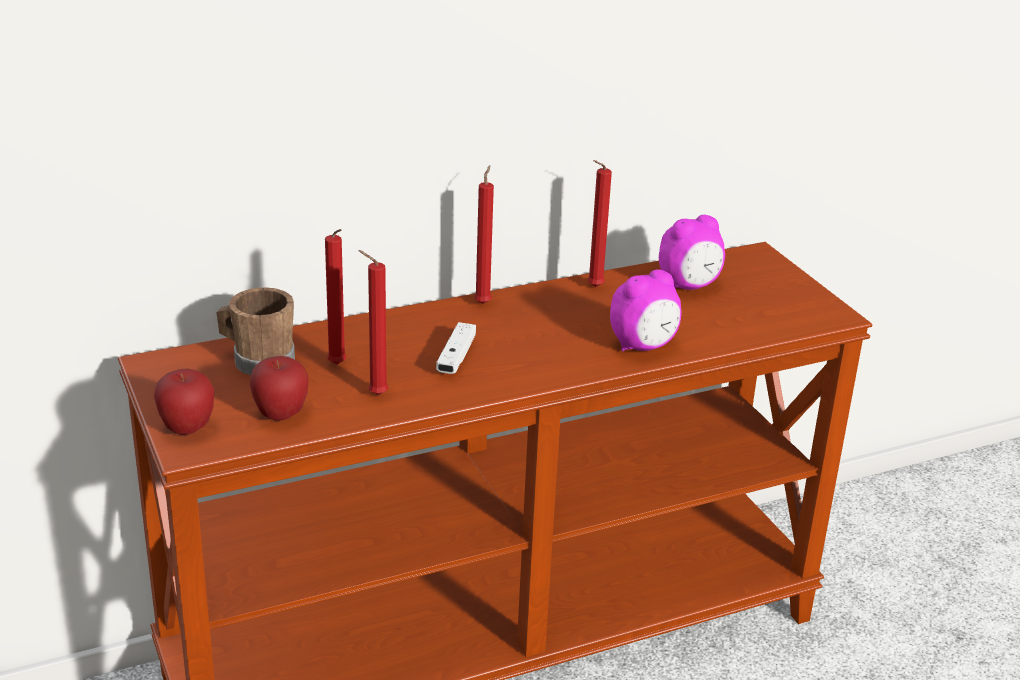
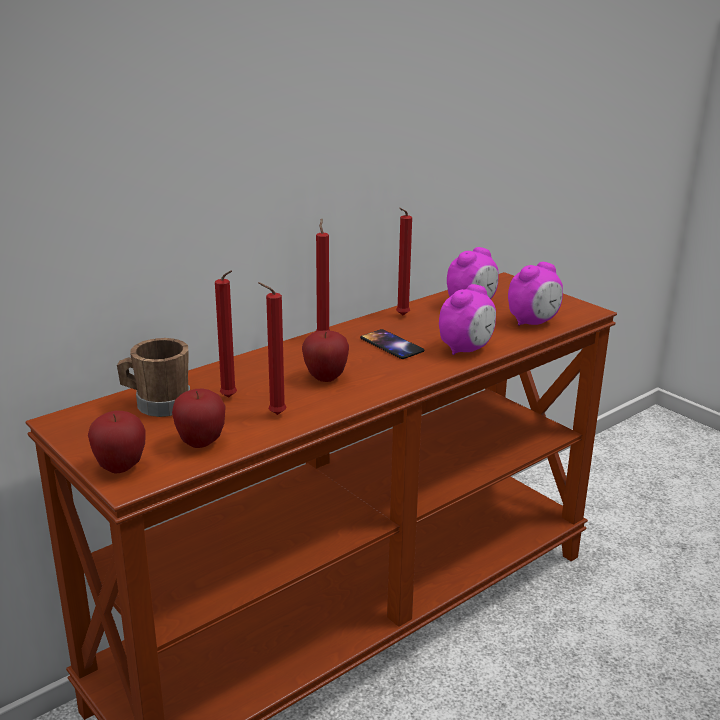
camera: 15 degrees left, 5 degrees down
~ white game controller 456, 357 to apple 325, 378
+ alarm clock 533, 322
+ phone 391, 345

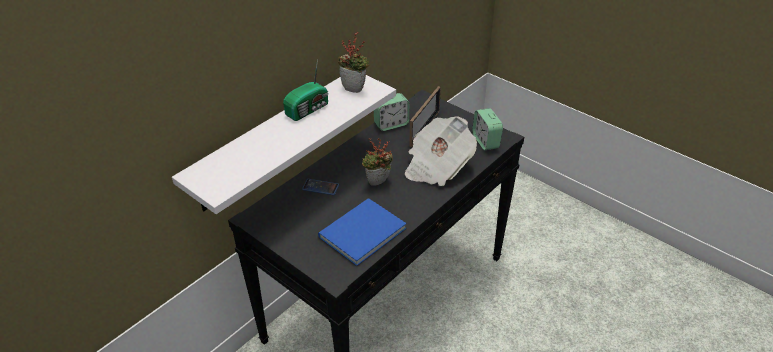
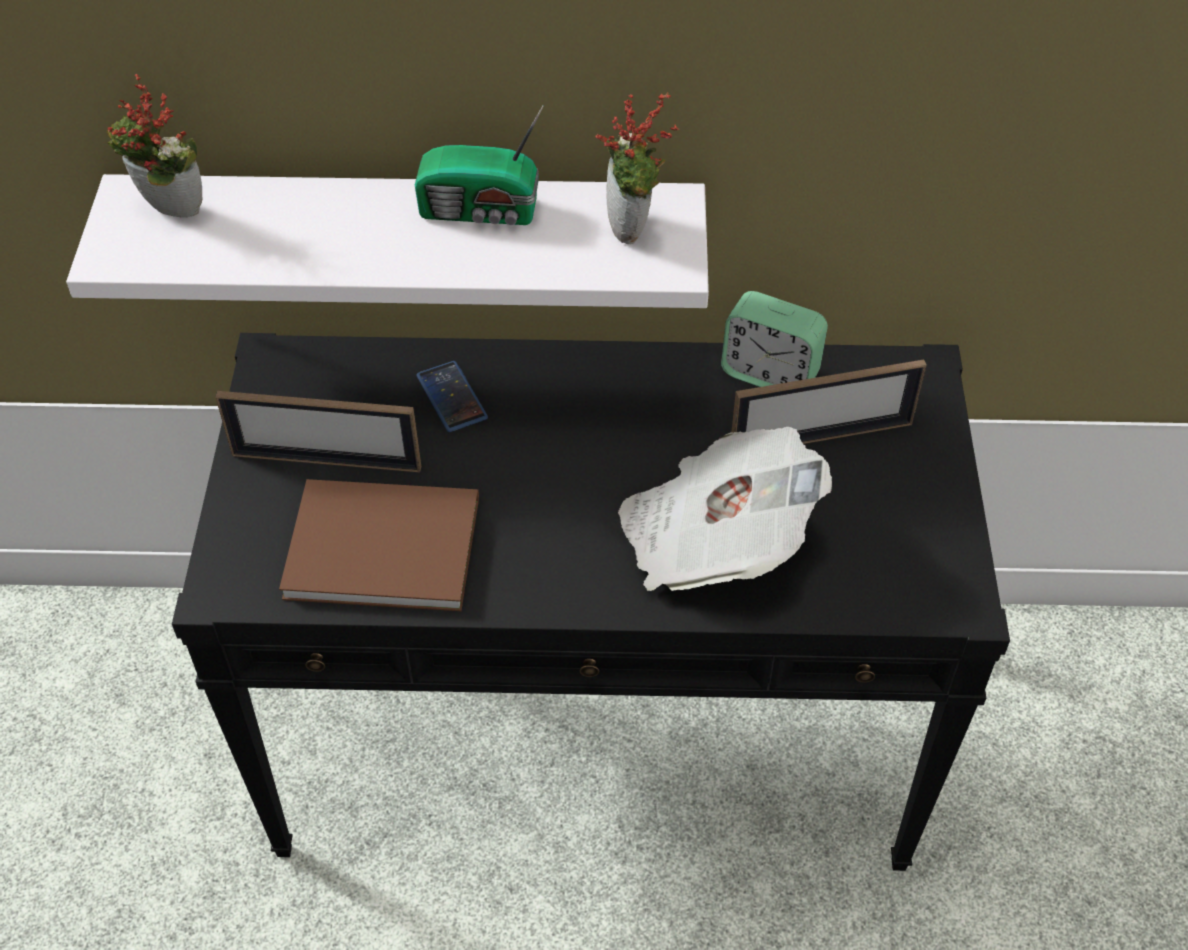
camera: 50 degrees right, 10 degrees up
- alarm clock 485, 141
~ potted plant 378, 184 to 168, 213
~ blue book 359, 233 to brown book 378, 543
+ picture frame 326, 461

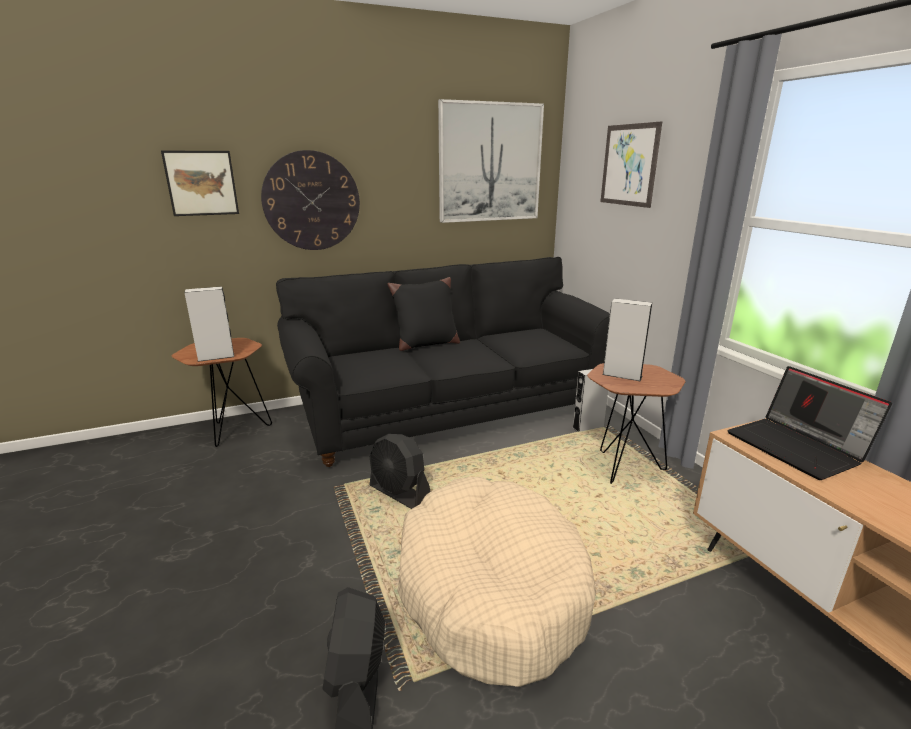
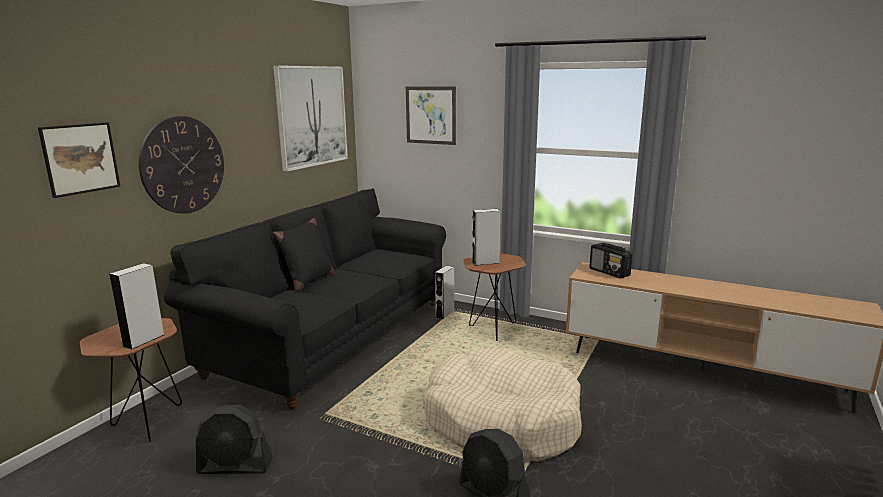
camera: 40 degrees left, 5 degrees down
~ laptop 797, 447 to radio 609, 272
~ black fan 400, 494 to 235, 466

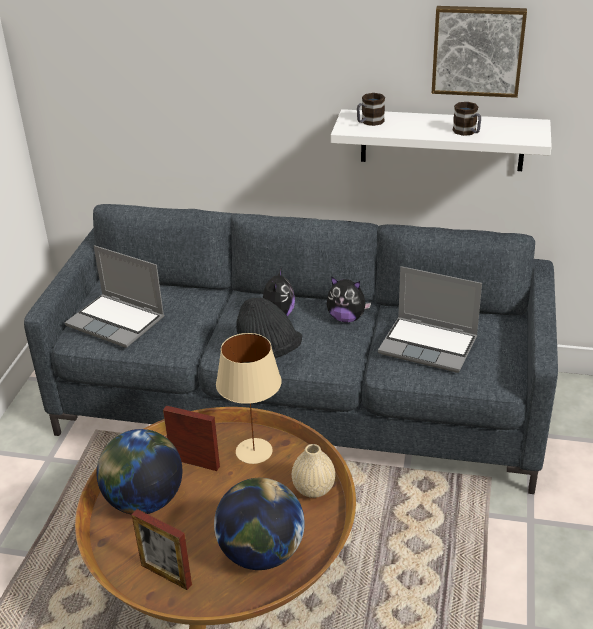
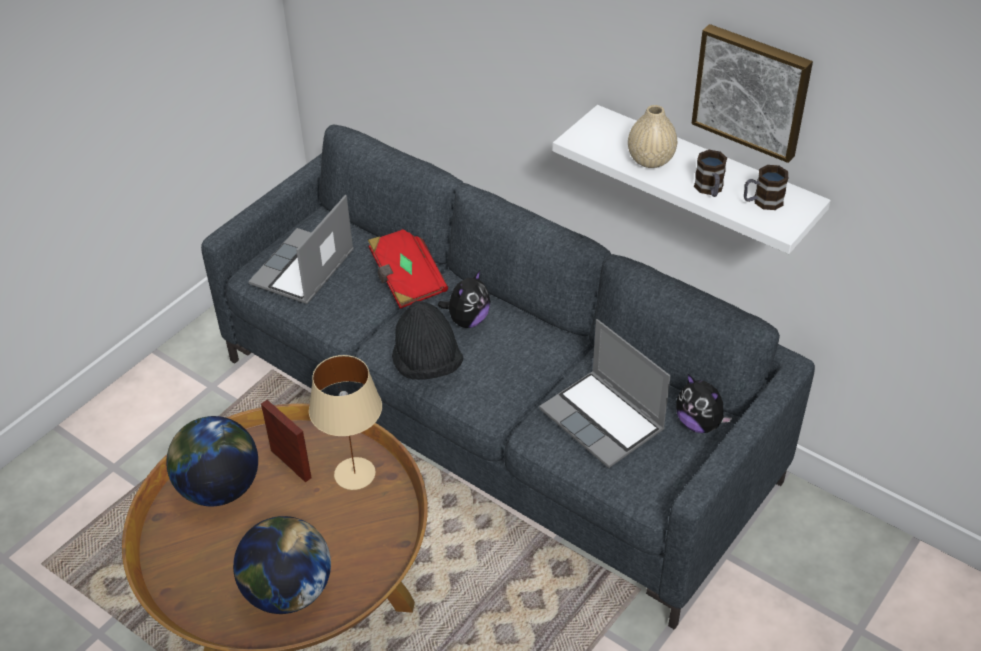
camera: 25 degrees right, 10 degrees up
~ mug 369, 122 to 762, 202
~ laptop 117, 322 = 303, 270 60 degrees clockwise
~ plush toy 346, 318 to 699, 423
~ beige vase 314, 488 to 650, 160
- picture frame 166, 575
+ red book 407, 279

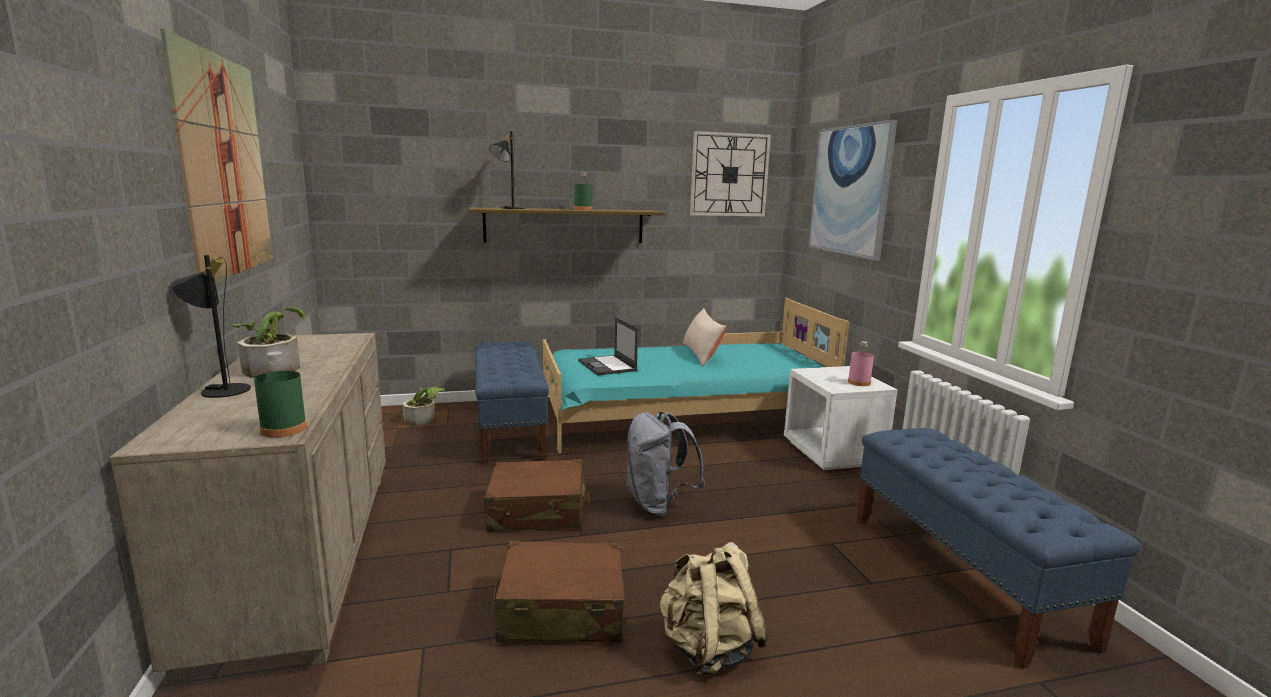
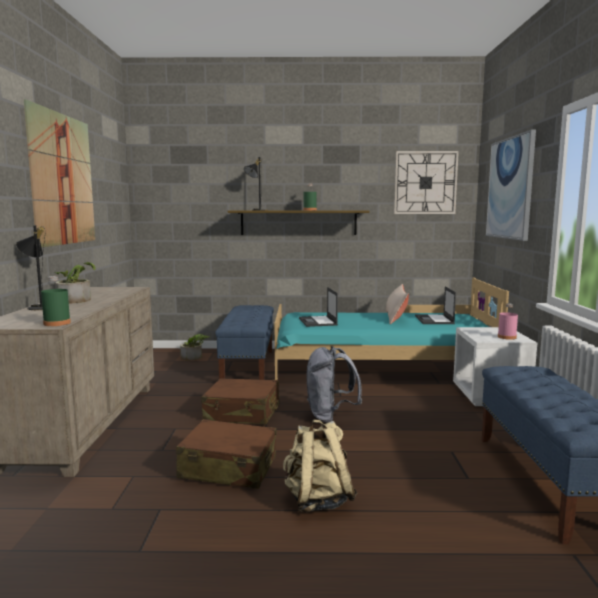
camera: 15 degrees right, 5 degrees down
+ laptop 434, 320

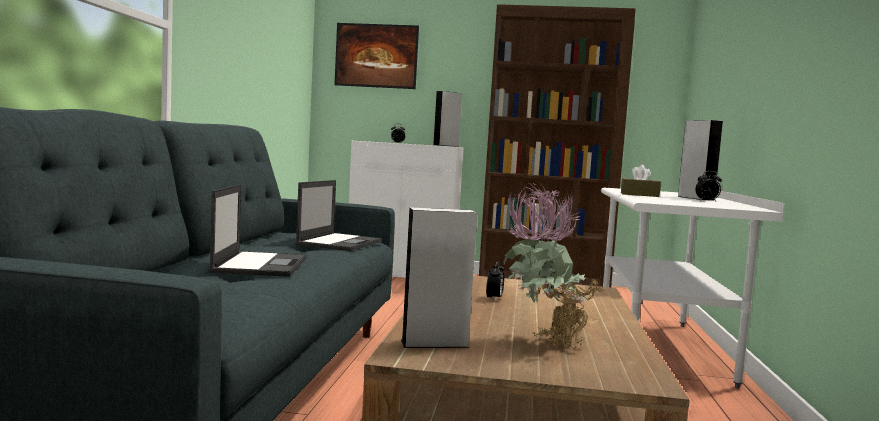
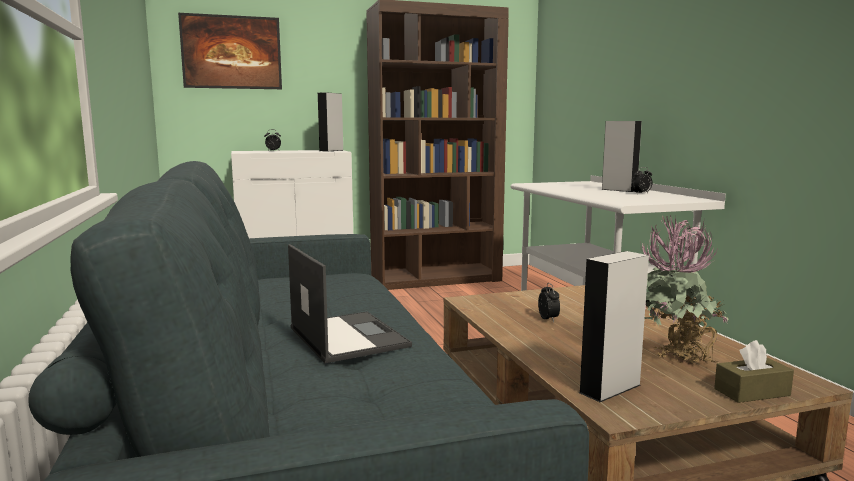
camera: 25 degrees left, 5 degrees up
~ brown tissue box 639, 195 to 752, 392
- laptop 340, 242

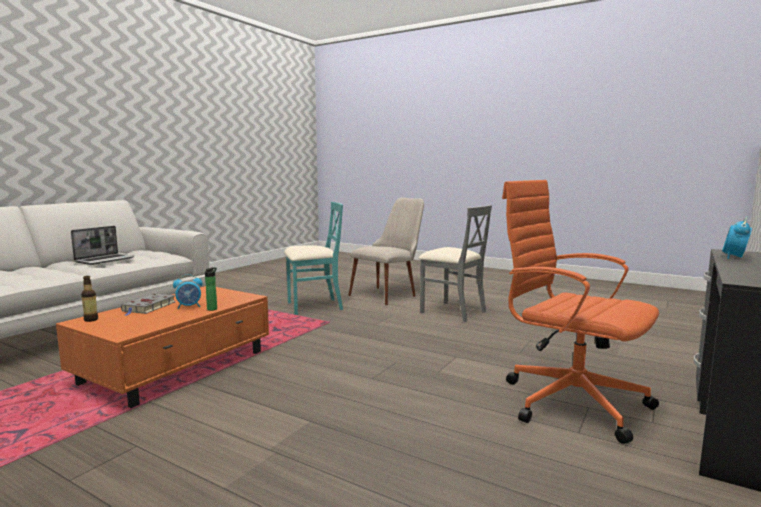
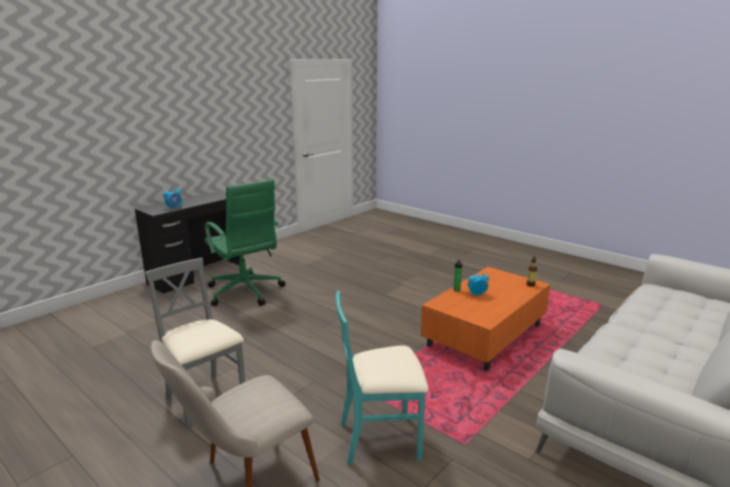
camera: 170 degrees left, 10 degrees up
~ orange office chair 570, 401 to green office chair 245, 292
- laptop 105, 260
- grey book 148, 307

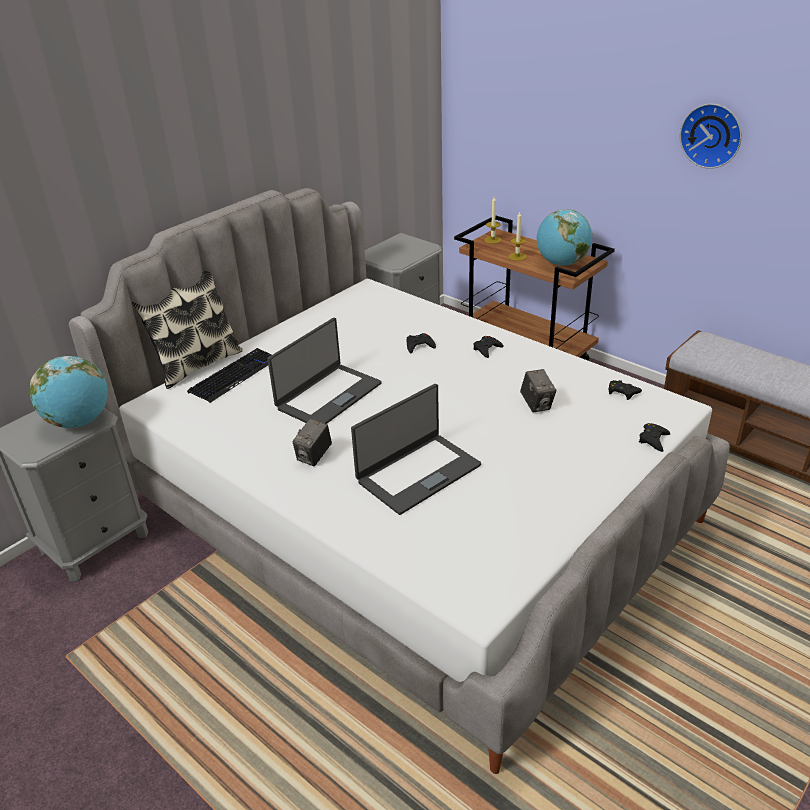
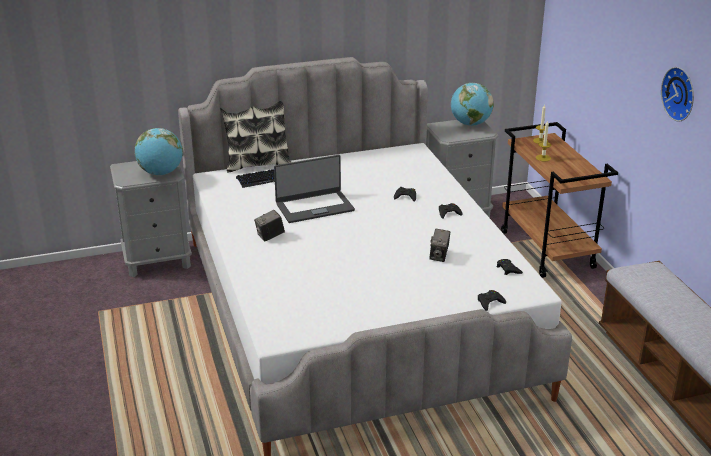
camera: 30 degrees right, 5 degrees down
~ globe 562, 263 to 470, 124
- laptop 417, 473

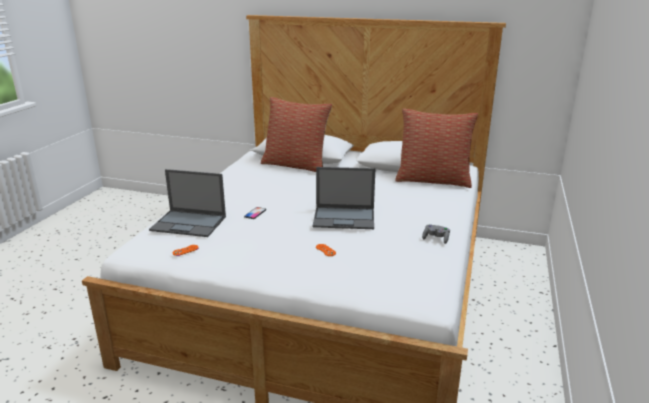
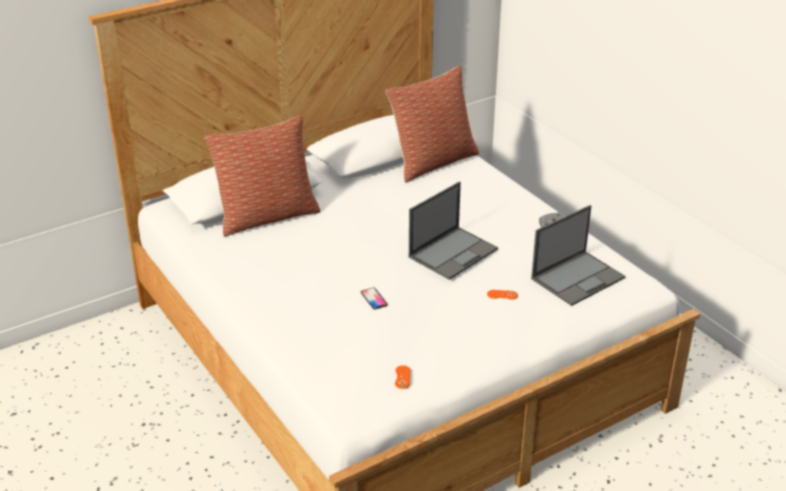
camera: 50 degrees left, 10 degrees up
~ laptop 189, 223 to 578, 278

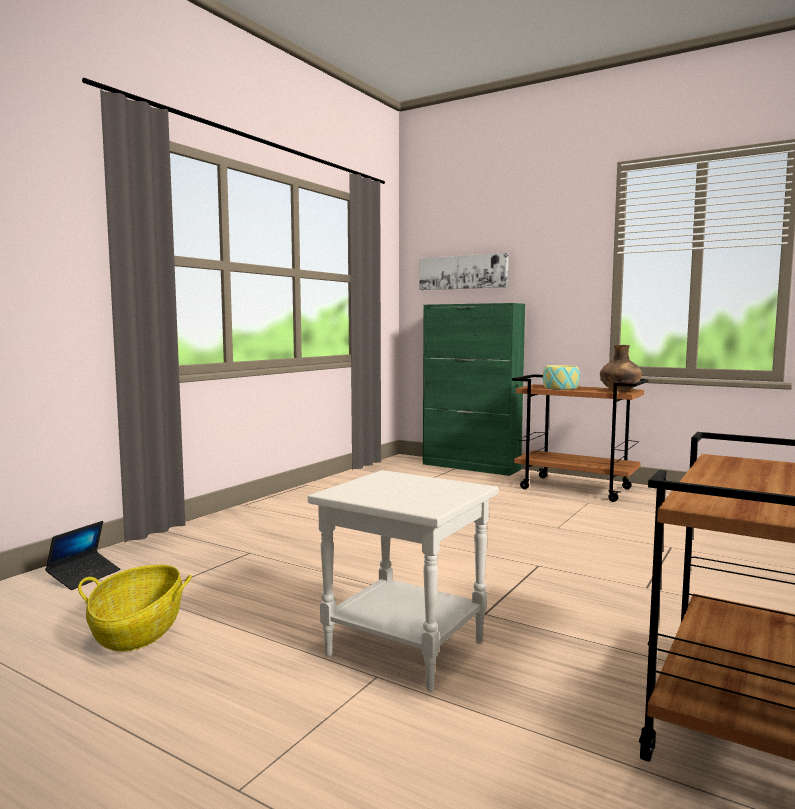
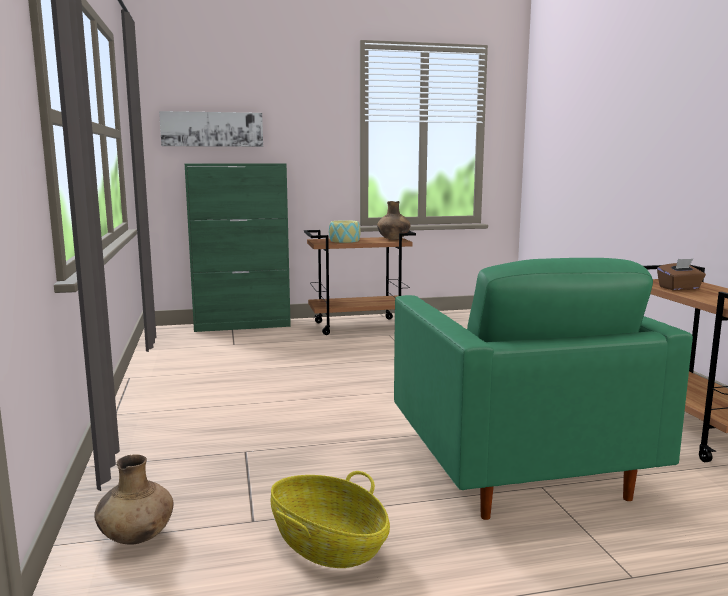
camera: 45 degrees left, 5 degrees up
~ white side table 402, 649 to green armchair 515, 466
~ laptop 84, 576 to brown vase 136, 537
+ brown tissue box 679, 288

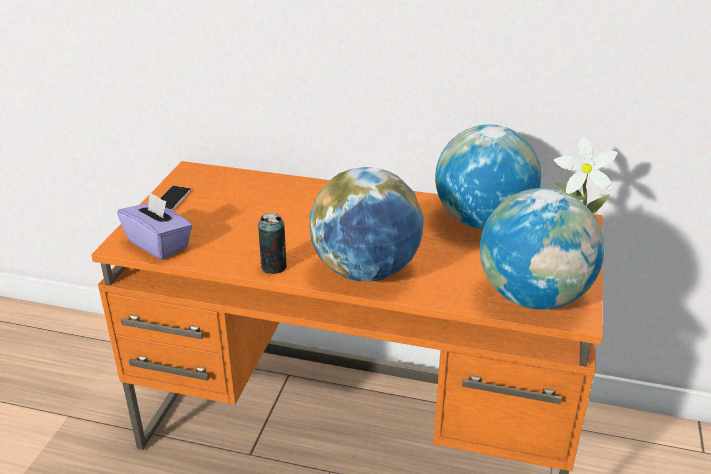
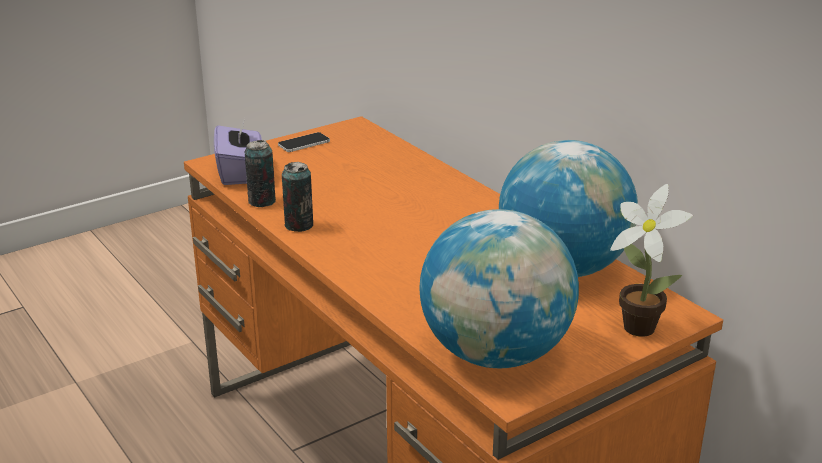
camera: 40 degrees right, 5 degrees down
- globe 366, 271
+ can 262, 201

